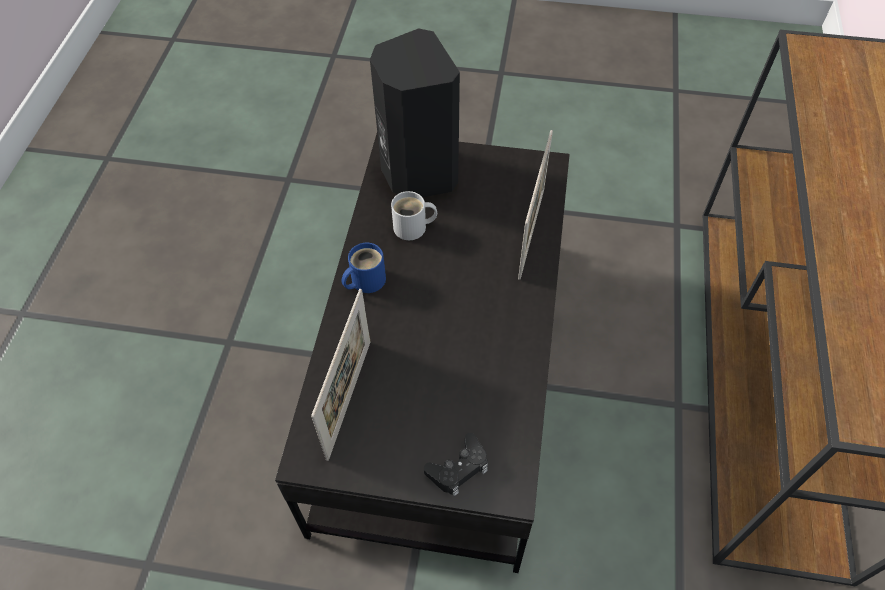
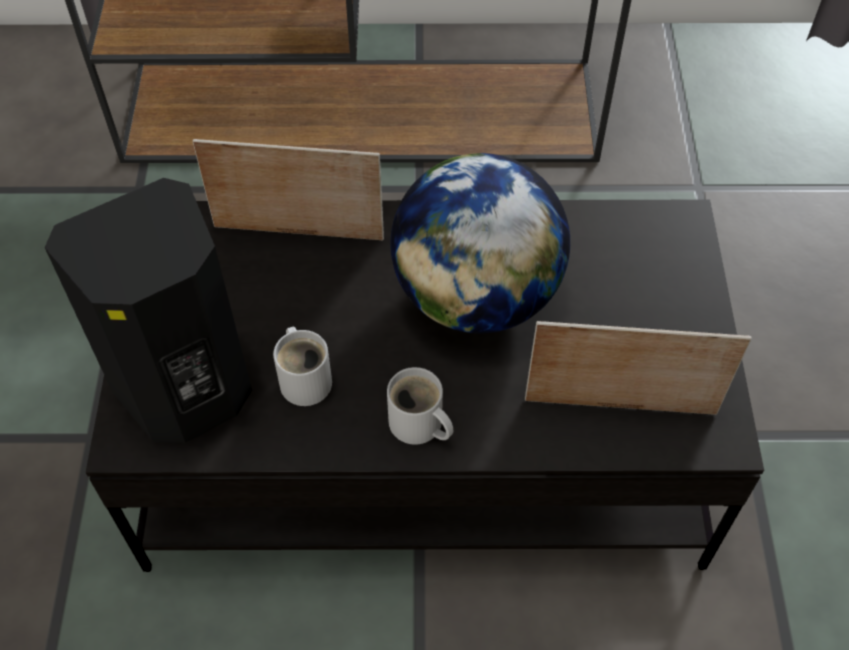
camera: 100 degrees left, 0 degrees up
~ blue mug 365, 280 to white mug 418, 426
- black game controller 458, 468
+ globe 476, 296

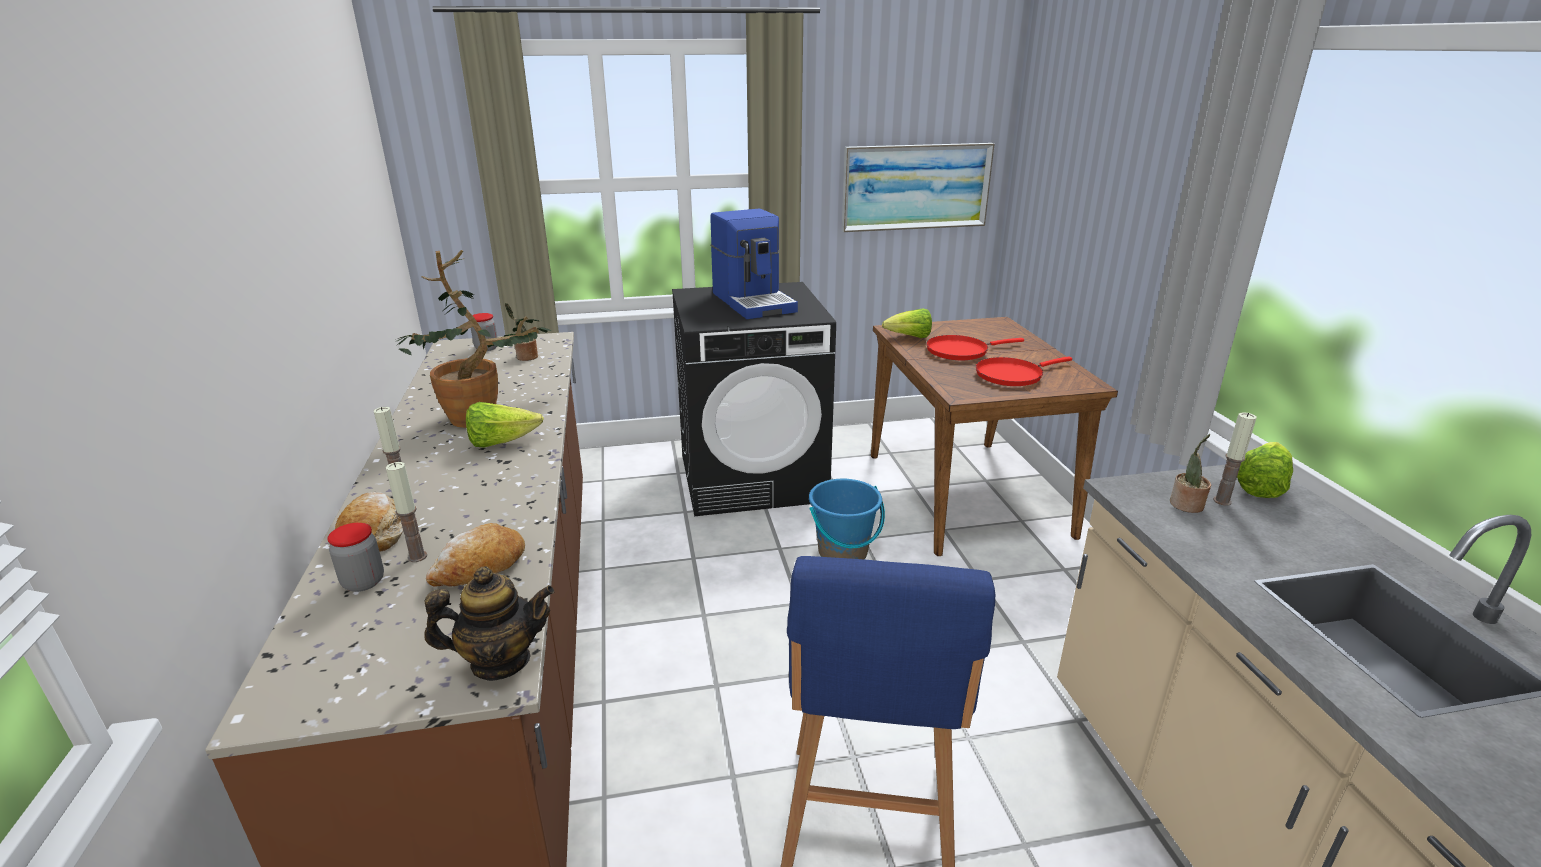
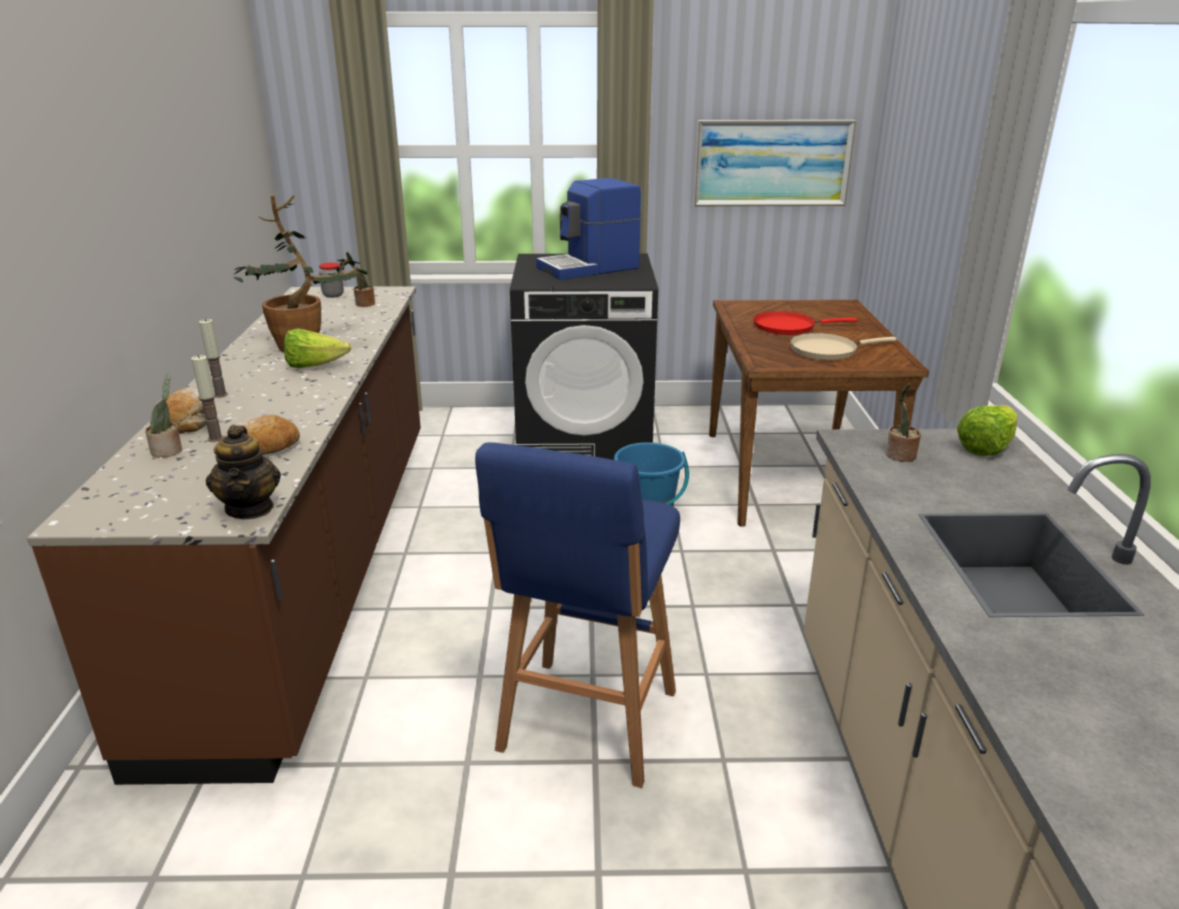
camera: 10 degrees right, 0 degrees up
~ coffee machine 754, 302 = 589, 268 75 degrees clockwise
- lettuce 909, 337
~ red frying pan 1012, 375 to beige frying pan 827, 350
- candle 1222, 501
~ jar 363, 582 to potted plant 169, 451
~ teapot 500, 661 = 250, 508 75 degrees clockwise

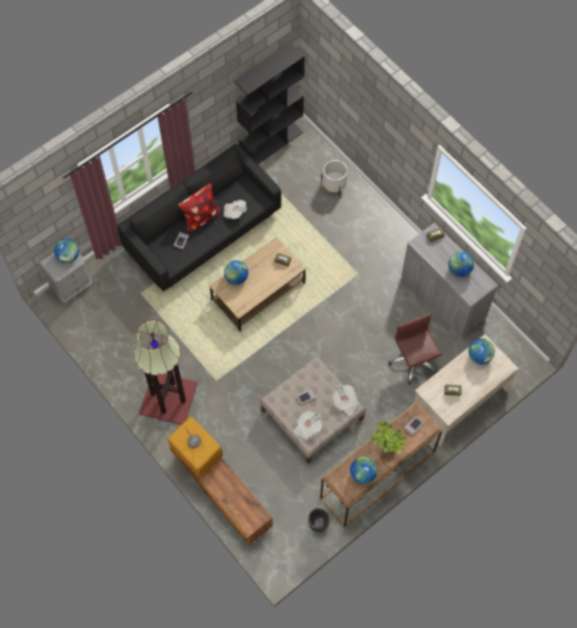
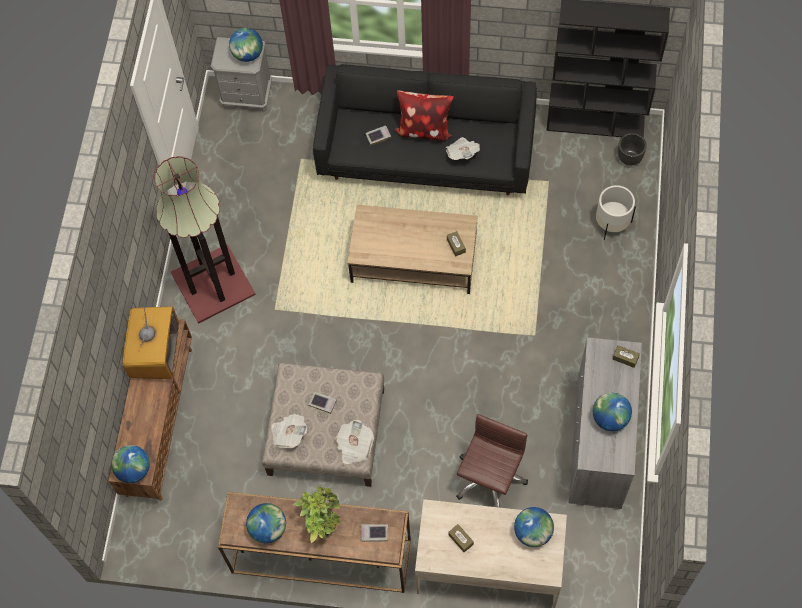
camera: 50 degrees right, 0 degrees up
~ globe 236, 278 to 134, 470
~ black planter 318, 523 to 630, 158

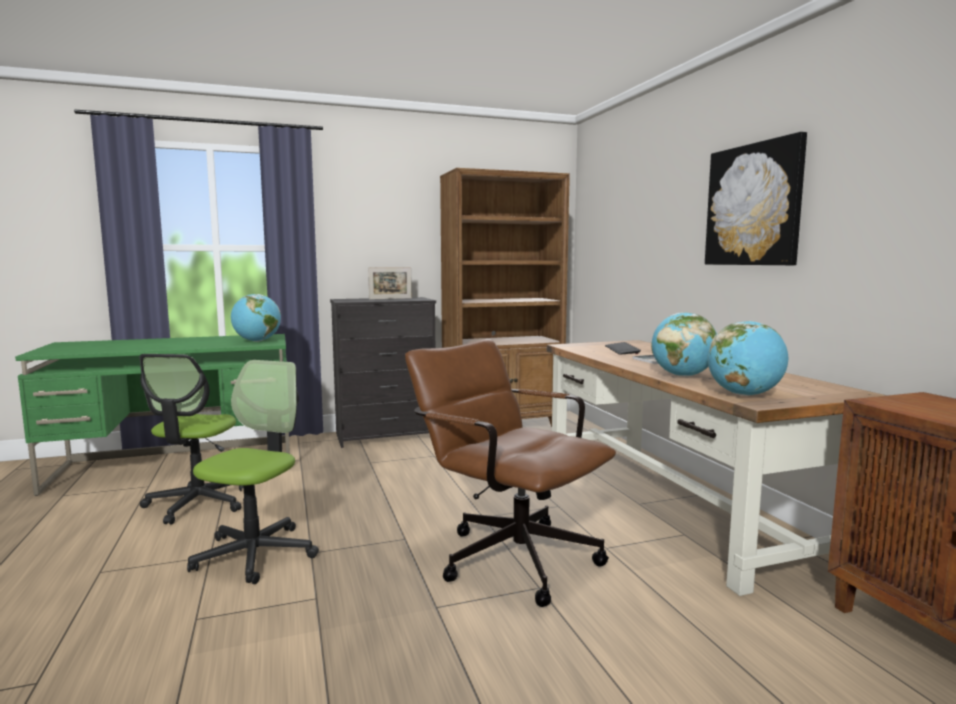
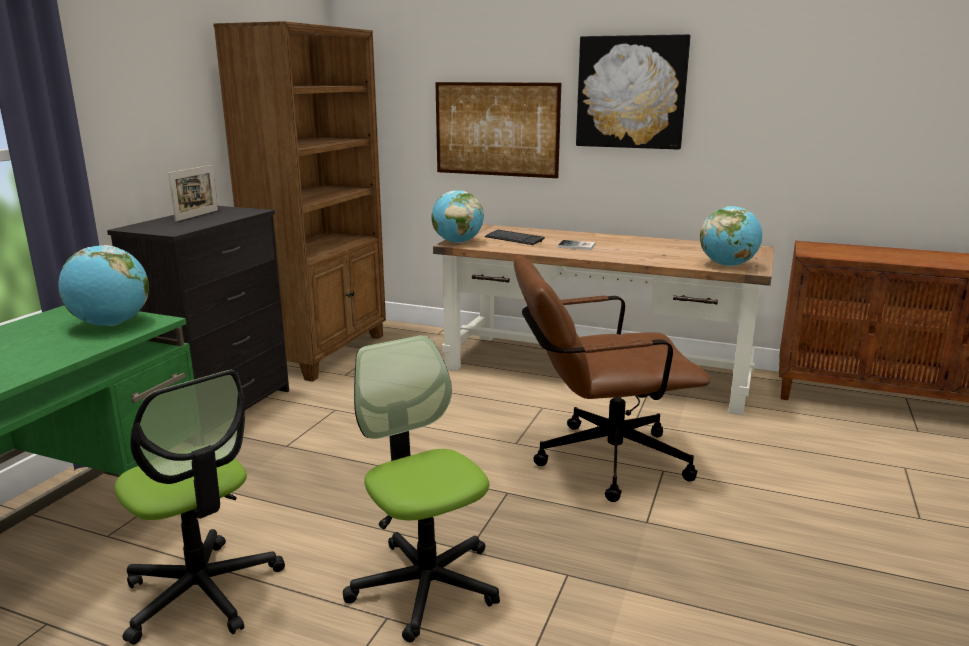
camera: 50 degrees left, 10 degrees up
~ globe 682, 376 to 457, 242
+ picture 496, 129

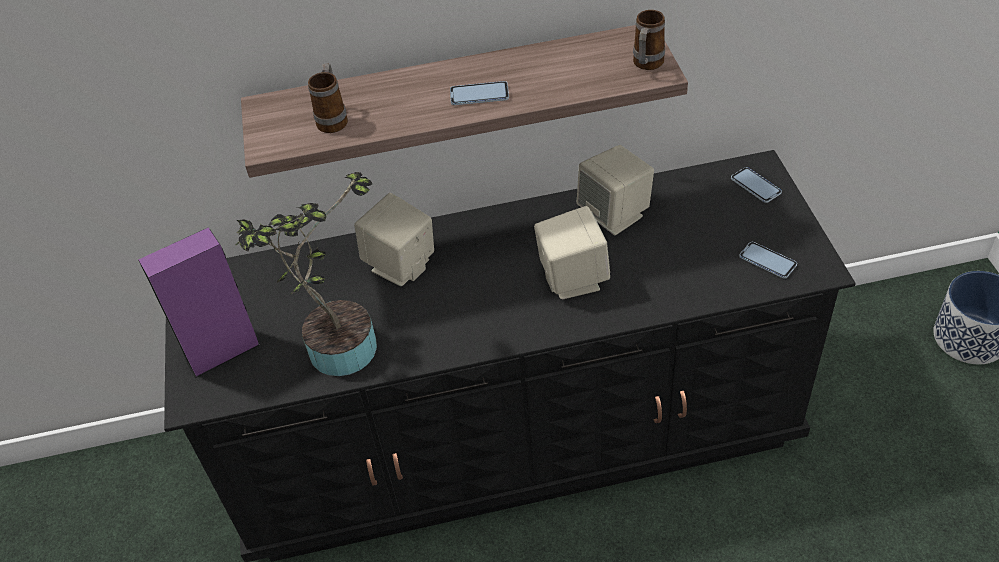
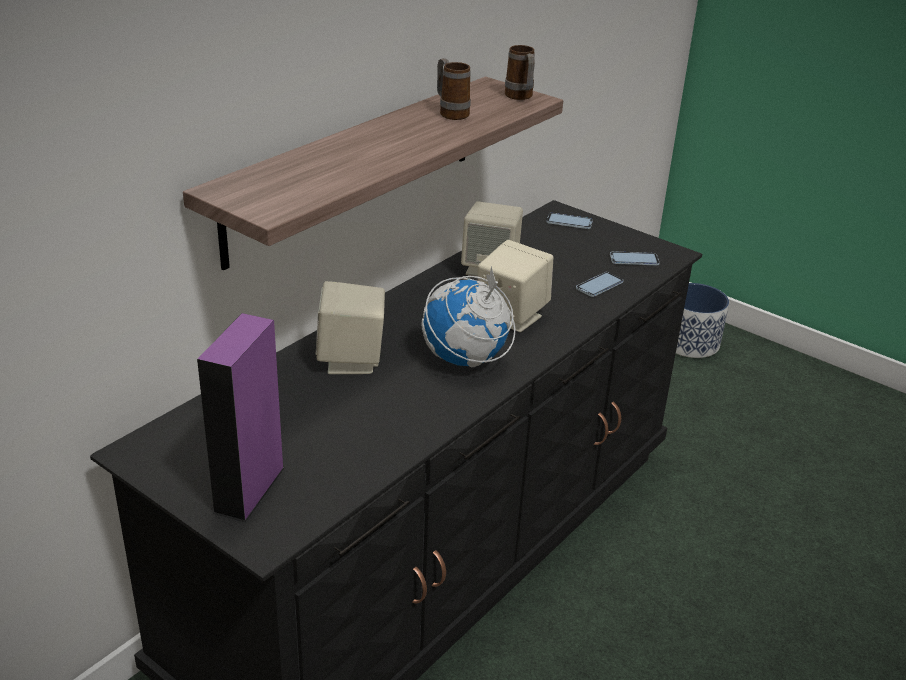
camera: 45 degrees left, 15 degrees down
~ mug 333, 119 to 451, 112
~ phone 479, 95 to 599, 285
- potted plant 334, 347
+ globe 465, 360

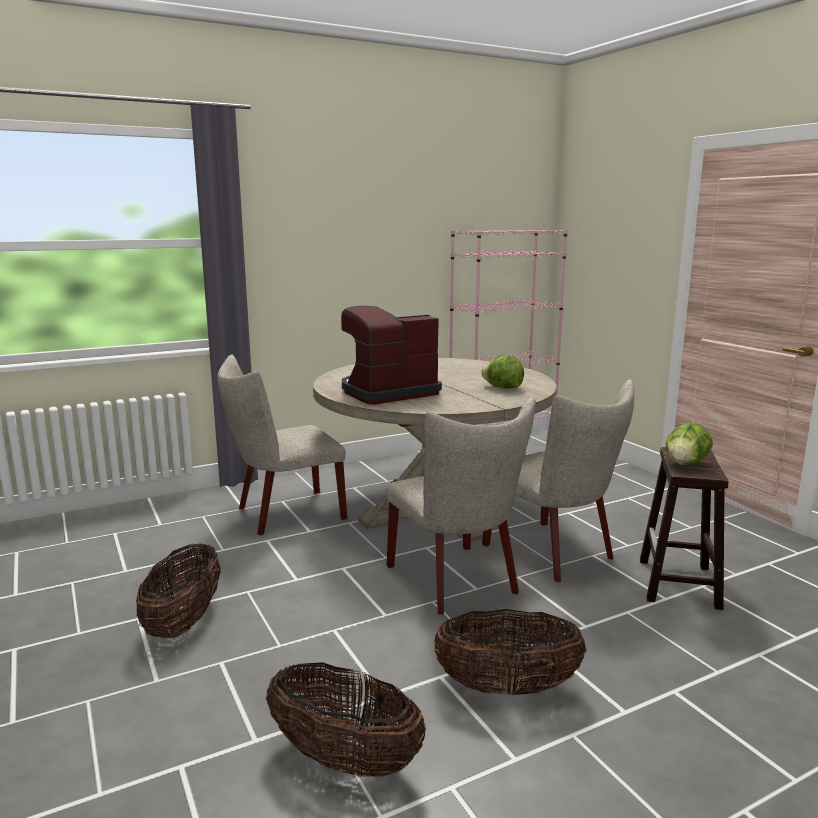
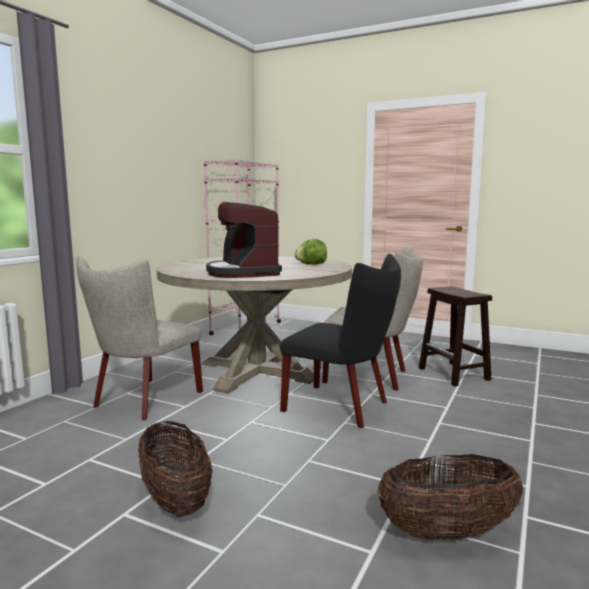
camera: 35 degrees left, 5 degrees down
~ coffee machine 387, 392 = 242, 273 45 degrees counterclockwise
~ beige chair 457, 582 to black chair 342, 407
- lettuce 686, 463
- basket 507, 687

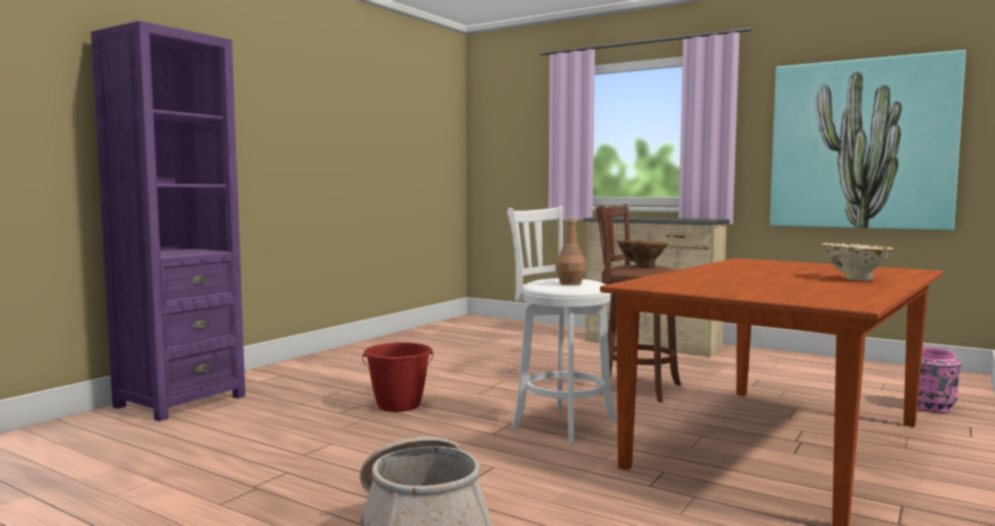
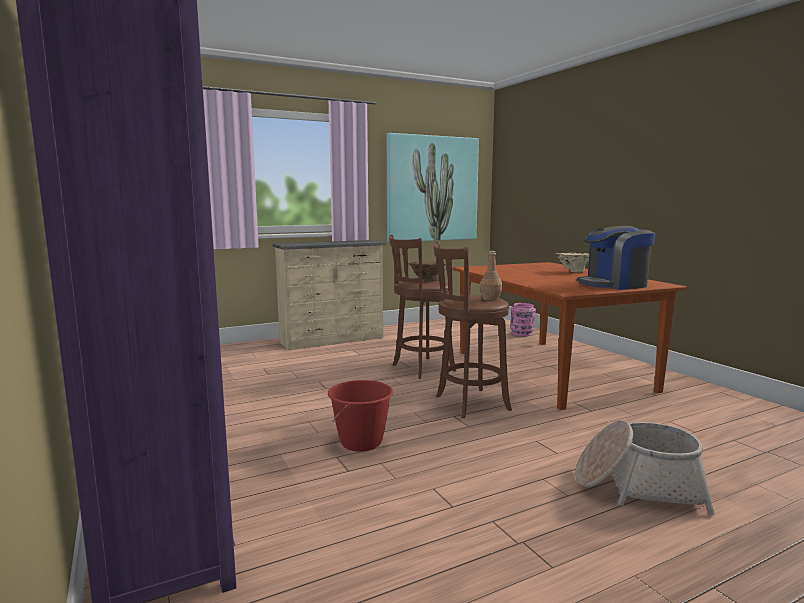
camera: 60 degrees left, 5 degrees up
~ white stool 559, 423 to brown stool 468, 403
+ coffee machine 614, 285

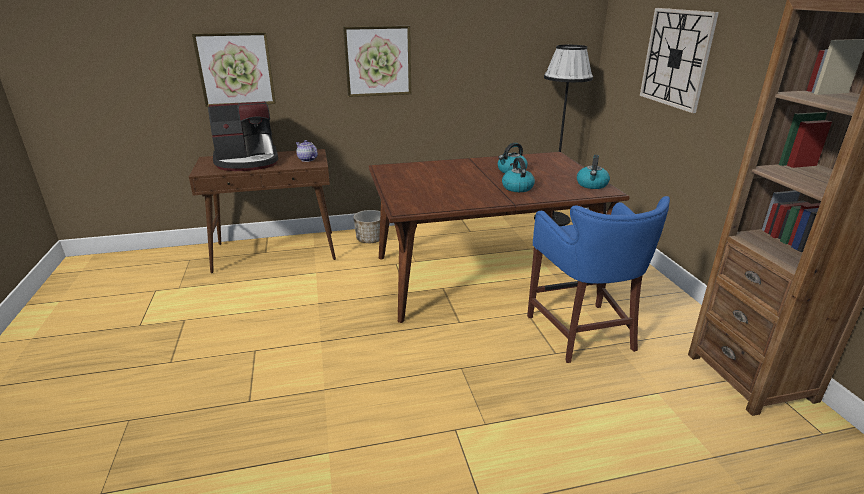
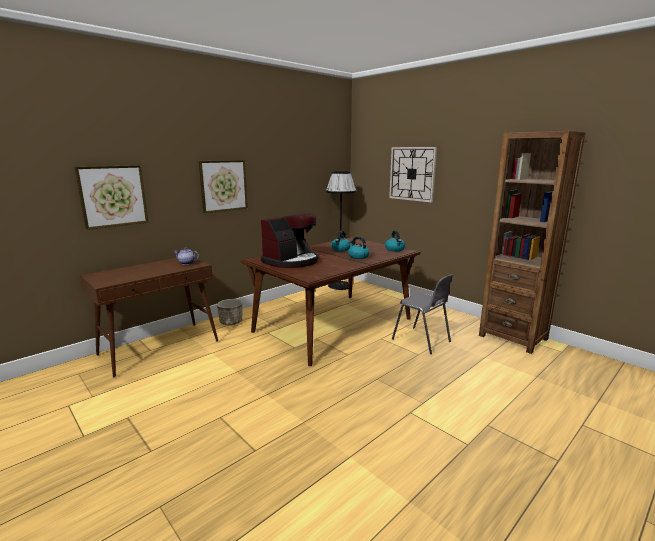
camera: 30 degrees left, 10 degrees down
~ coffee machine 247, 162 to 291, 261
~ blue stool 583, 334 to grey chair 421, 340

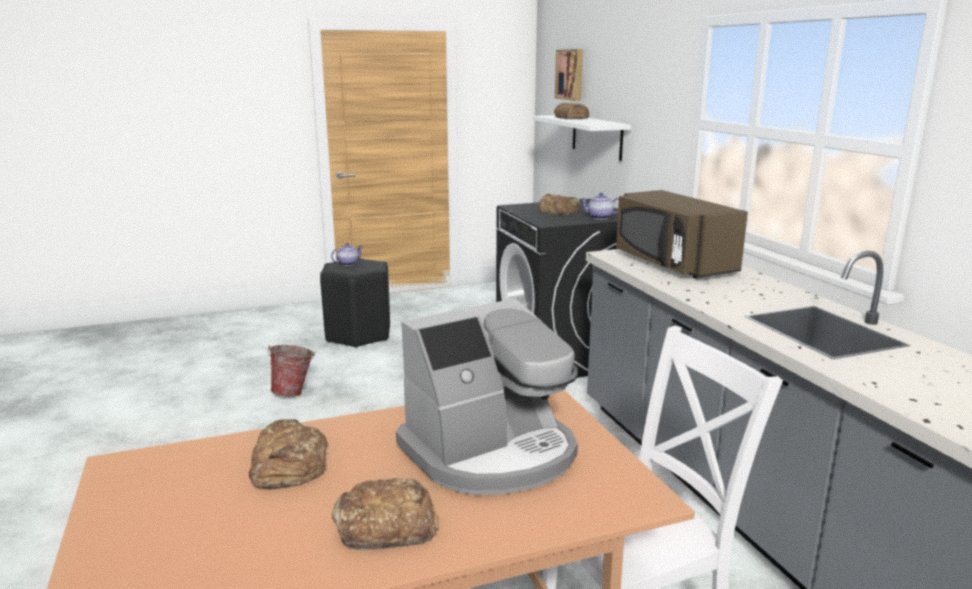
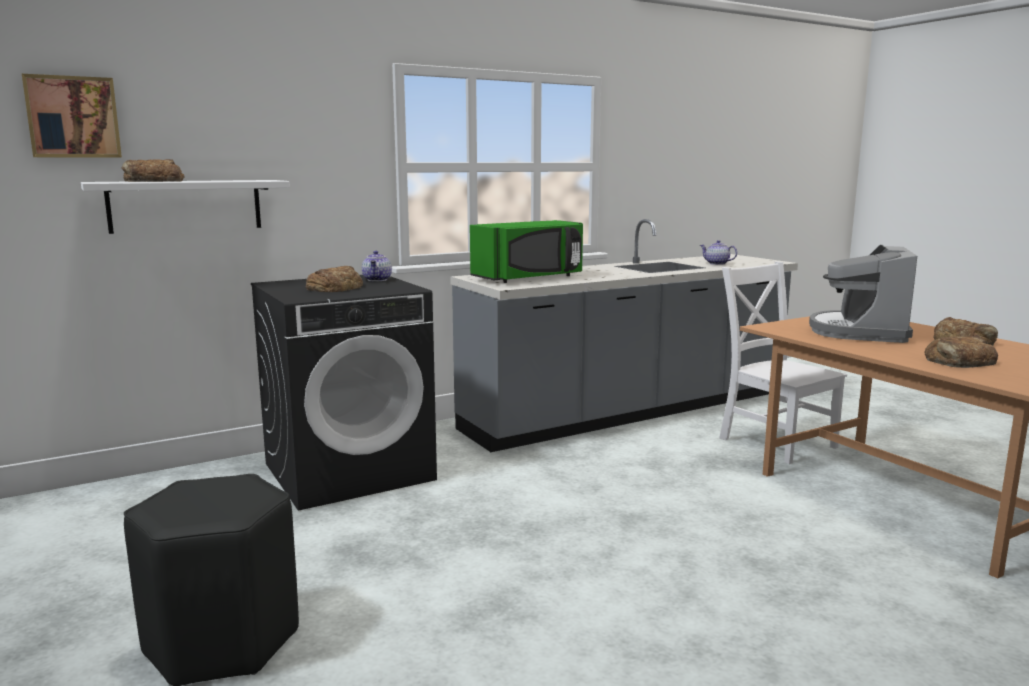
camera: 100 degrees left, 5 degrees down
~ brown microwave 672, 264 to green microwave 530, 278
~ teapot 348, 264 to 716, 263
~ coffee machine 491, 453 = 859, 332 120 degrees counterclockwise
- bucket 294, 392

